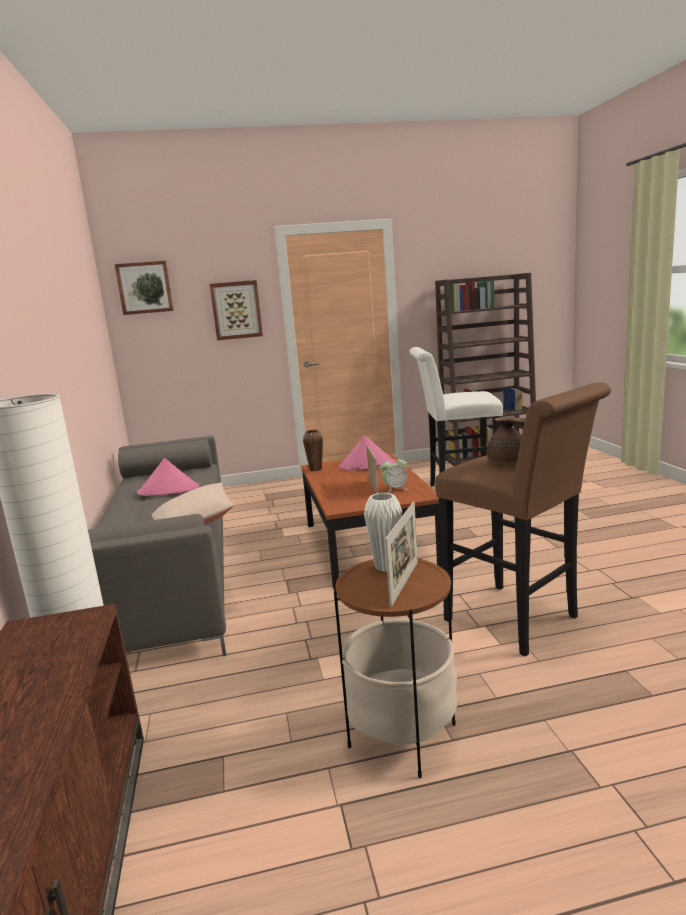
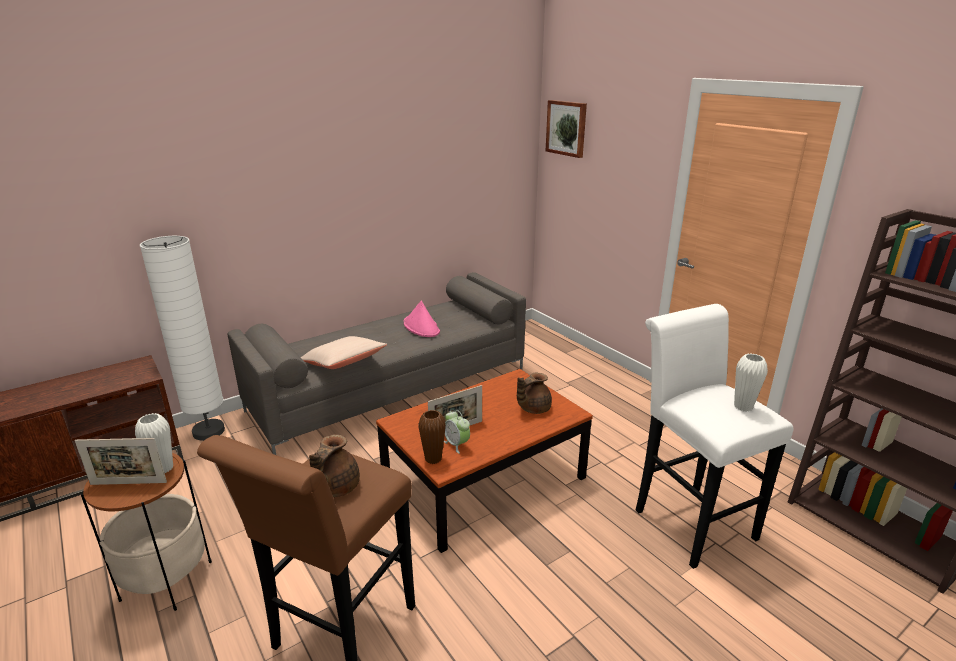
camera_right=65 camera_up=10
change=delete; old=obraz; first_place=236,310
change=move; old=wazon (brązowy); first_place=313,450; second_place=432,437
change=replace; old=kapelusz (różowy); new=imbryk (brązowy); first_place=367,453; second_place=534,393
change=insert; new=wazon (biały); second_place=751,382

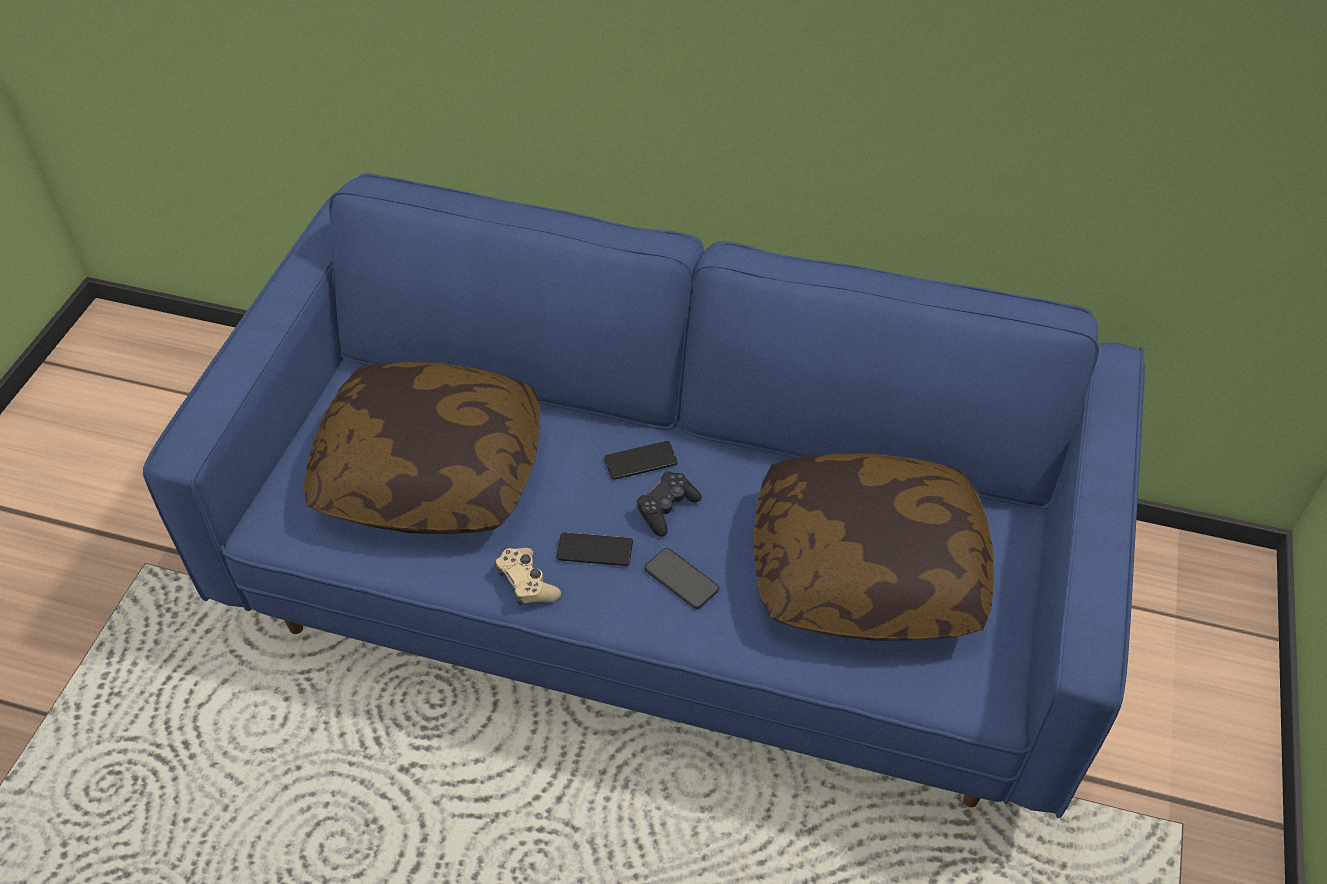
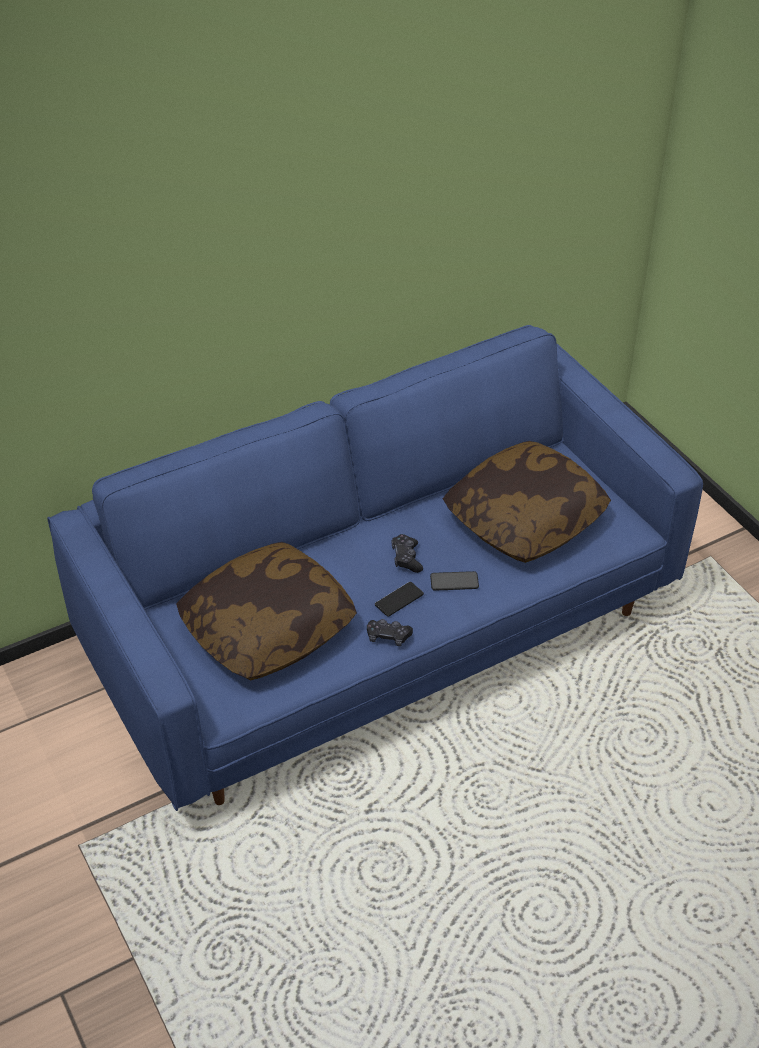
camera_right=-45 camera_up=-5
change=recolor; old=pad do gier (beżowy); new=pad do gier (czarny); first_place=528,576; second_place=390,632
change=delete; old=telefon; first_place=641,460

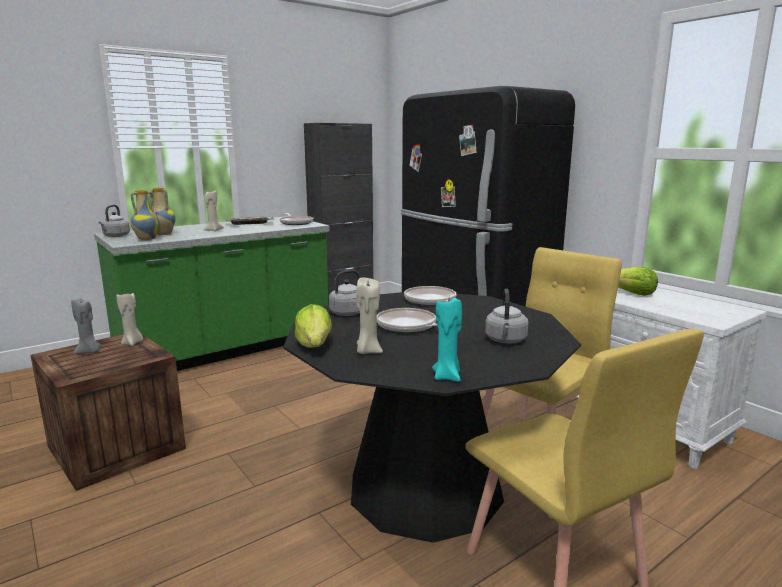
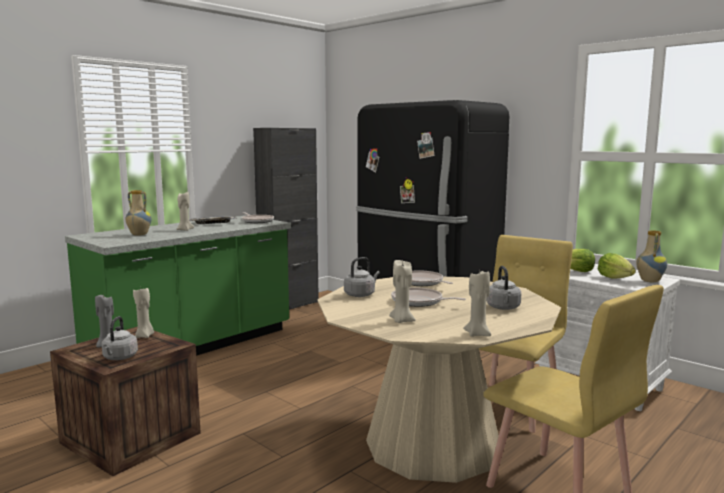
camera_right=-10 camera_up=-5
change=move; old=czajnik (szary); first_place=114,221; second_place=120,338
change=move; old=wazon; first_place=144,215; second_place=651,256
change=recolor; old=stół jadalny (czarny); new=stół jadalny (beżowy); first_place=432,417; second_place=439,380
change=move; old=sałata; first_place=313,326; second_place=617,266
change=recolor; old=świeca (turkusowy); new=świeca (beżowy); first_place=447,340; second_place=477,304

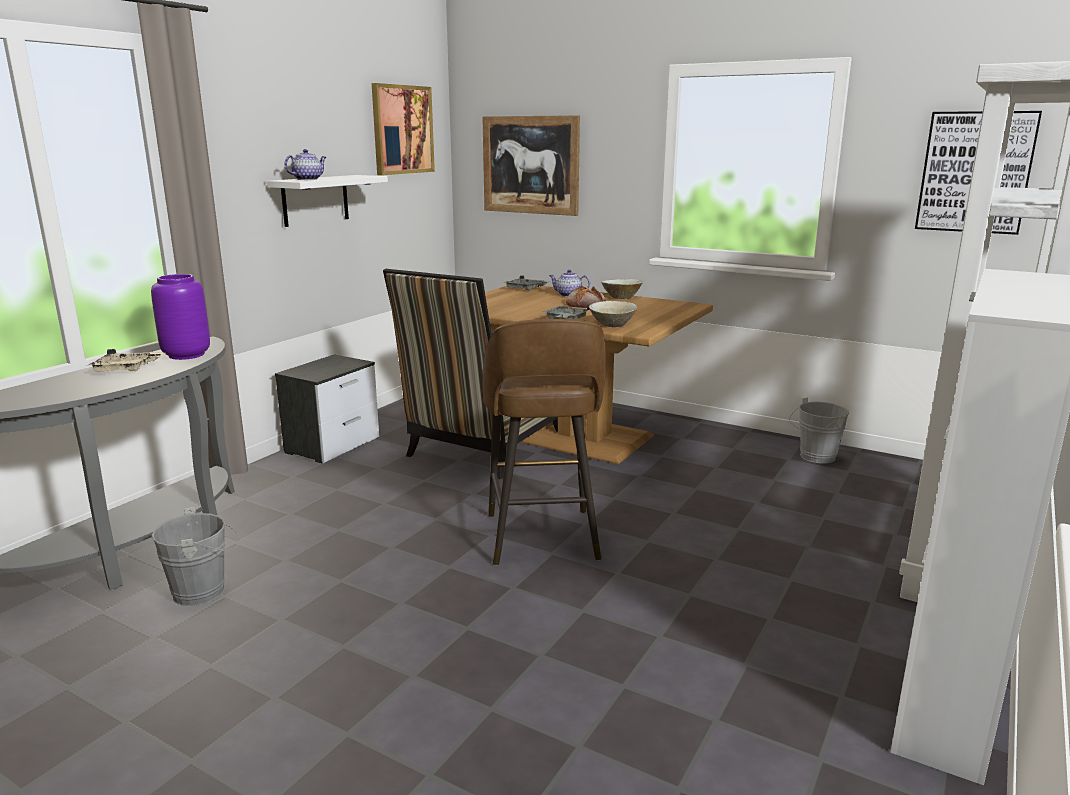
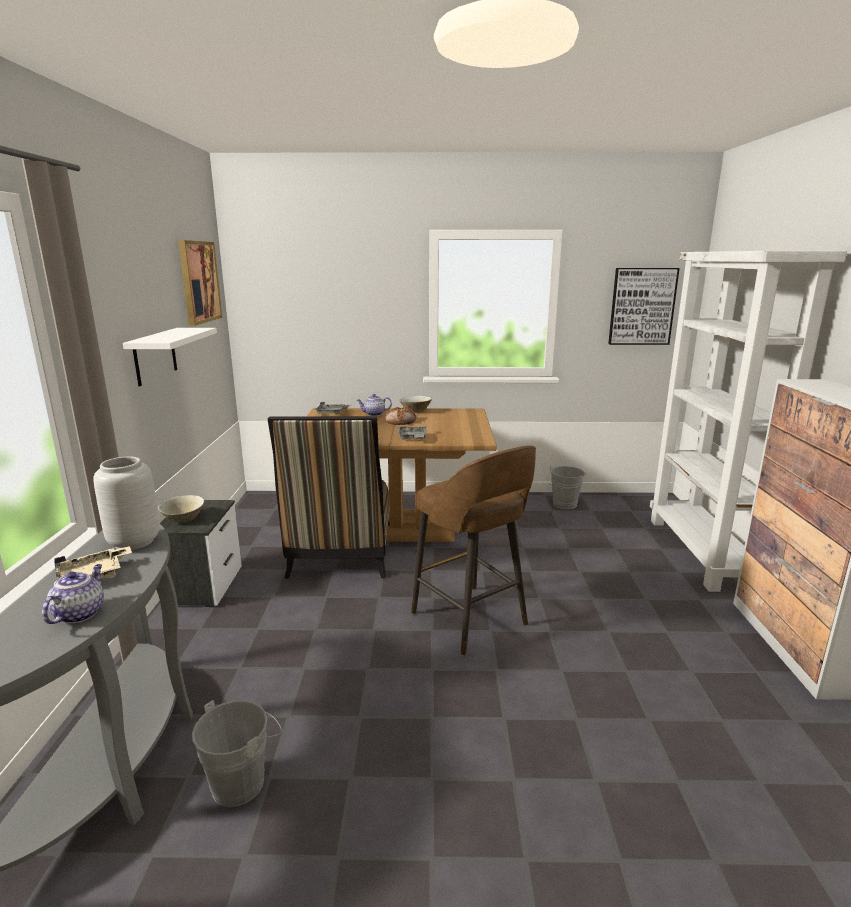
camera_right=-30 camera_up=0
change=recolor; old=wazon (fioletowy); new=wazon (szary); first_place=180,317; second_place=126,503
change=move; old=imbryk; first_place=305,164; second_place=73,594
change=delete; old=obraz; first_place=531,165
change=move; old=miska (beżowy); first_place=613,314; second_place=181,509

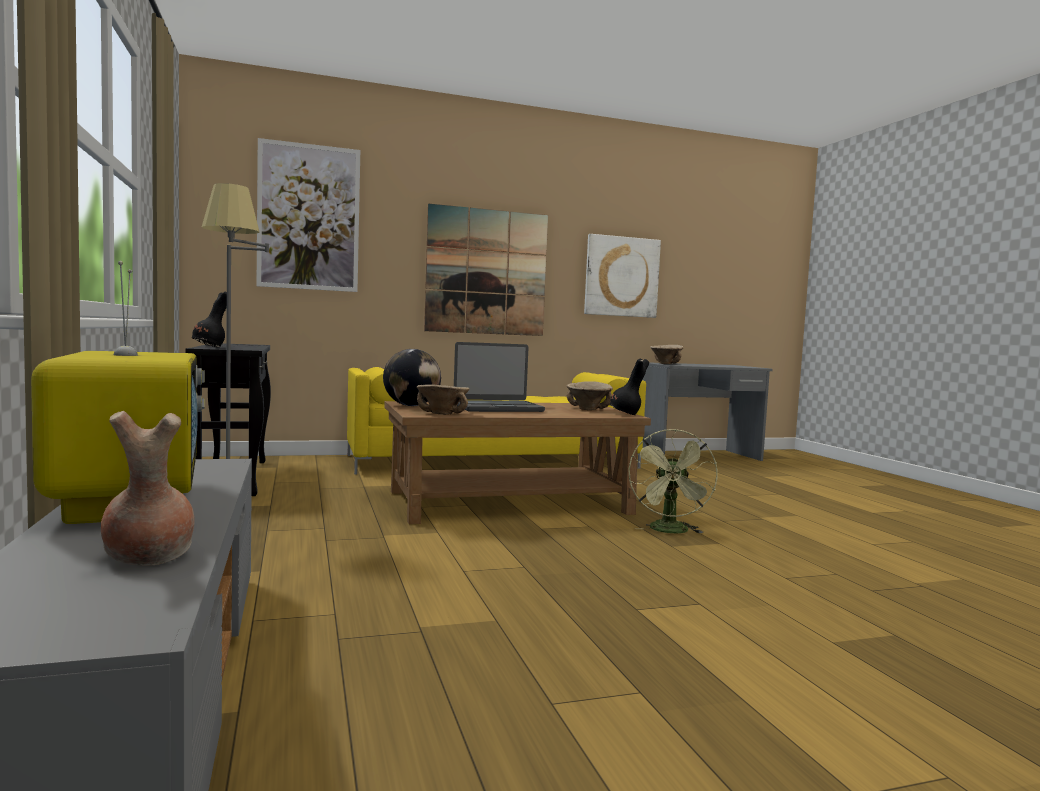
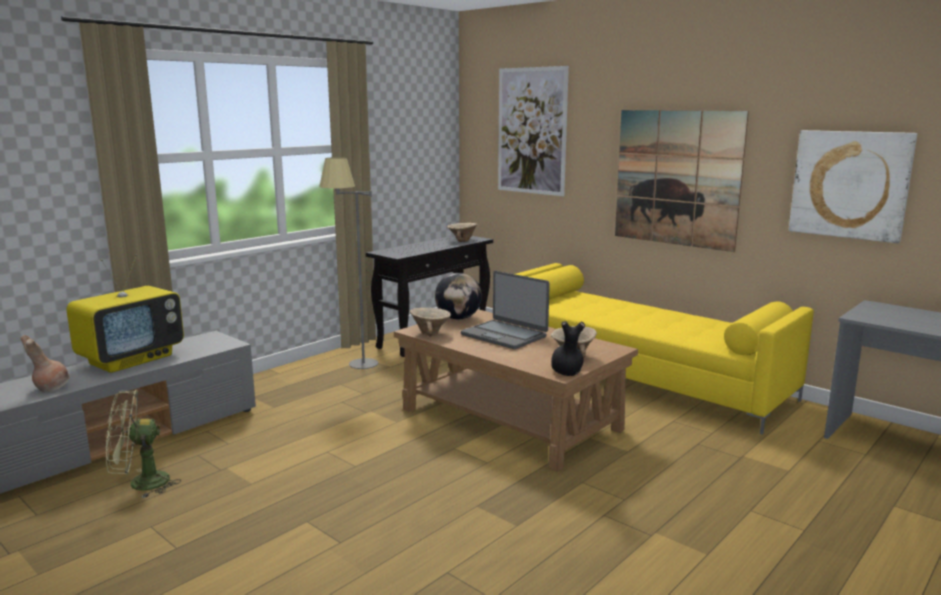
camera_right=60 camera_up=10
change=delete; old=wazon (czarny); first_place=209,319
change=move; old=wentylator (zielony); first_place=673,481; second_place=143,444
change=move; old=miska (beżowy); first_place=666,354; second_place=462,232

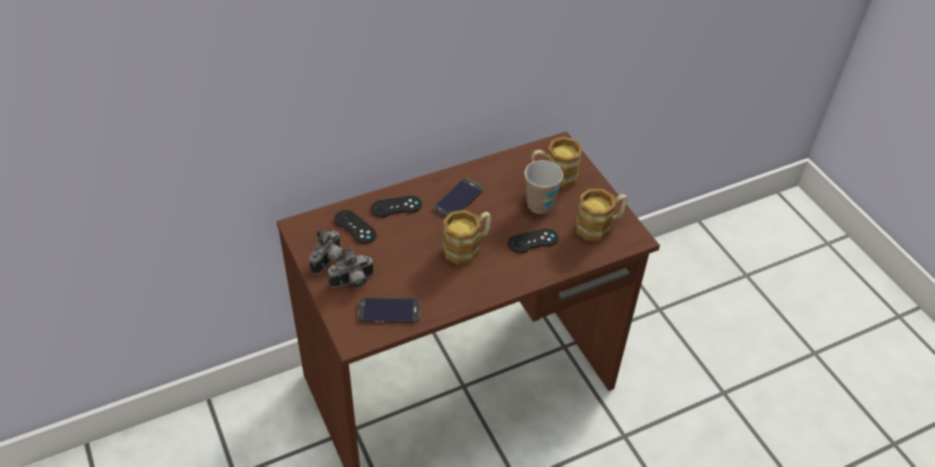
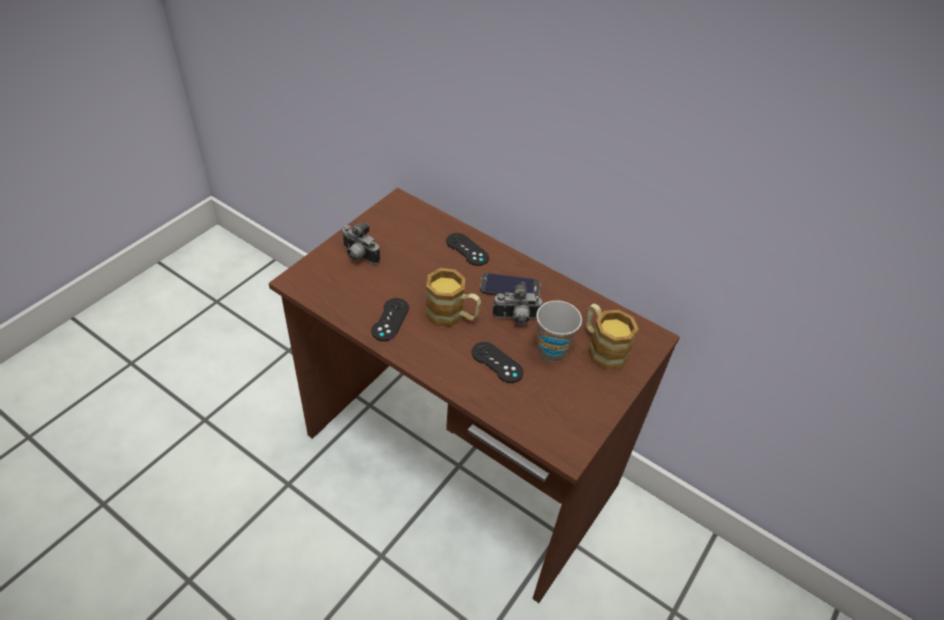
camera_right=60 camera_up=0
change=move; old=aparat fotograficzny; first_place=327,251; second_place=517,303
change=move; old=pad do gier (czarny); first_place=355,227; second_place=390,319
change=delete; old=telefon; first_place=389,310
change=delete; old=kubek; first_place=601,215

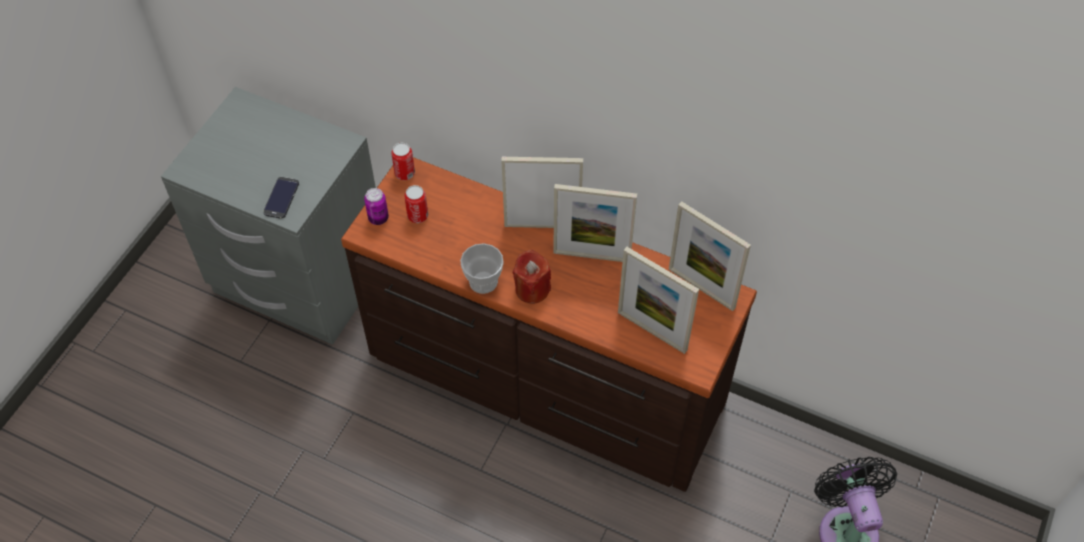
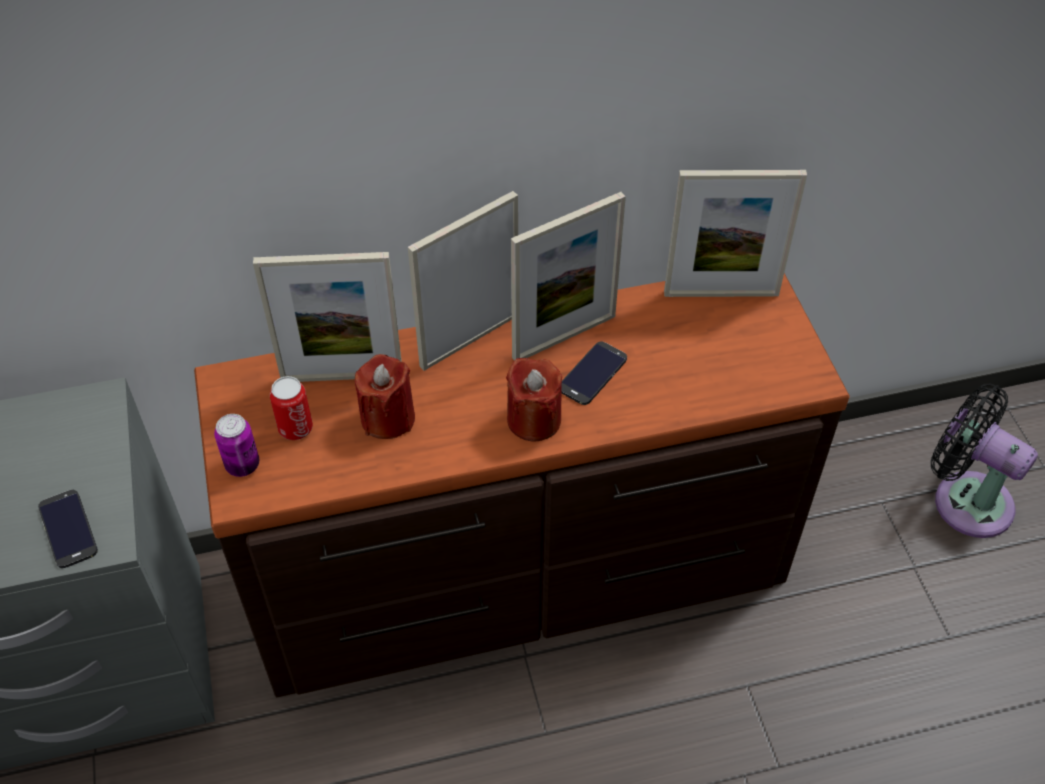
camera_right=-40 camera_up=-5
change=delete; old=puszka; first_place=403,161
change=delete; old=filiżanka; first_place=482,268
change=move; old=ramka na zdjęcie; first_place=658,300; second_place=327,317
change=insert; new=świeca (czerwony); second_place=385,396
change=insert; new=telefon; second_place=594,373

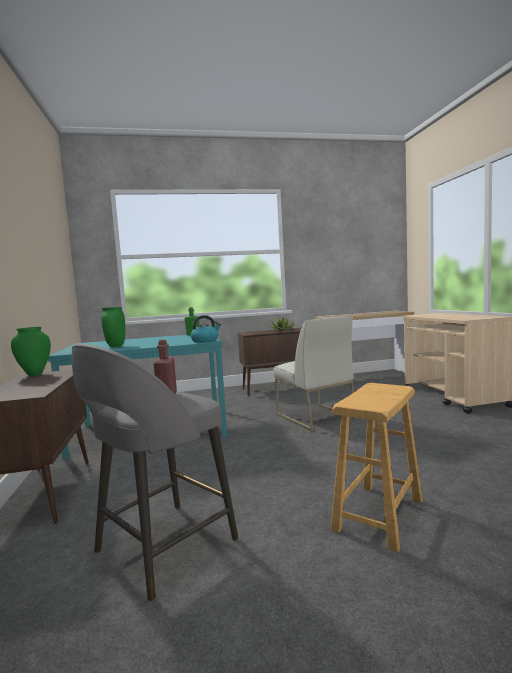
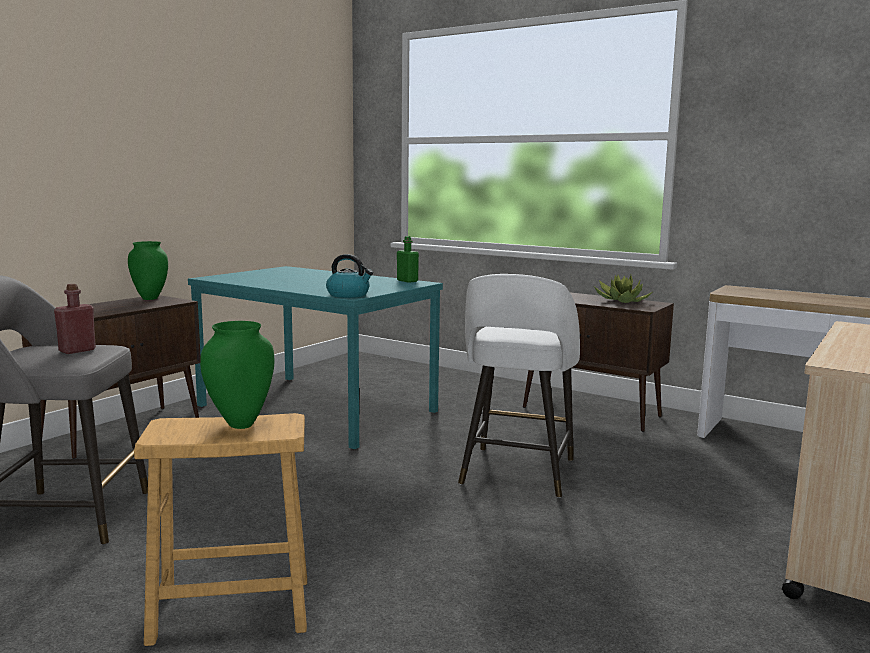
camera_right=45 camera_up=5
change=move; old=wazon (zielony); first_place=113,327; second_place=237,375
change=replace; old=krzesło (biały); new=stołek (biały); first_place=315,373; second_place=519,386

